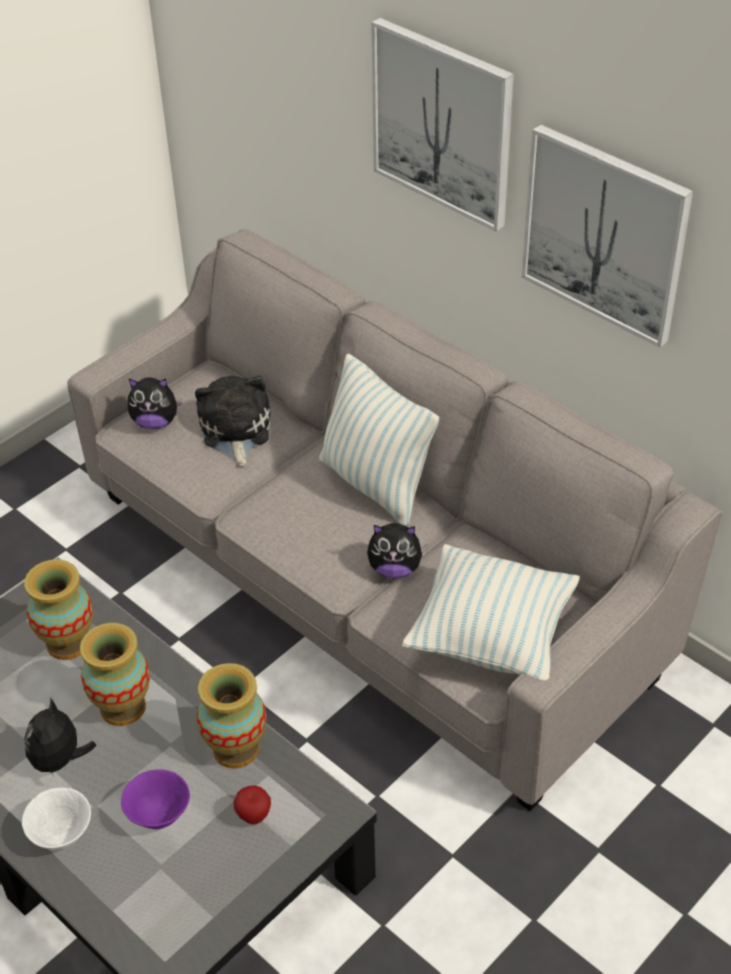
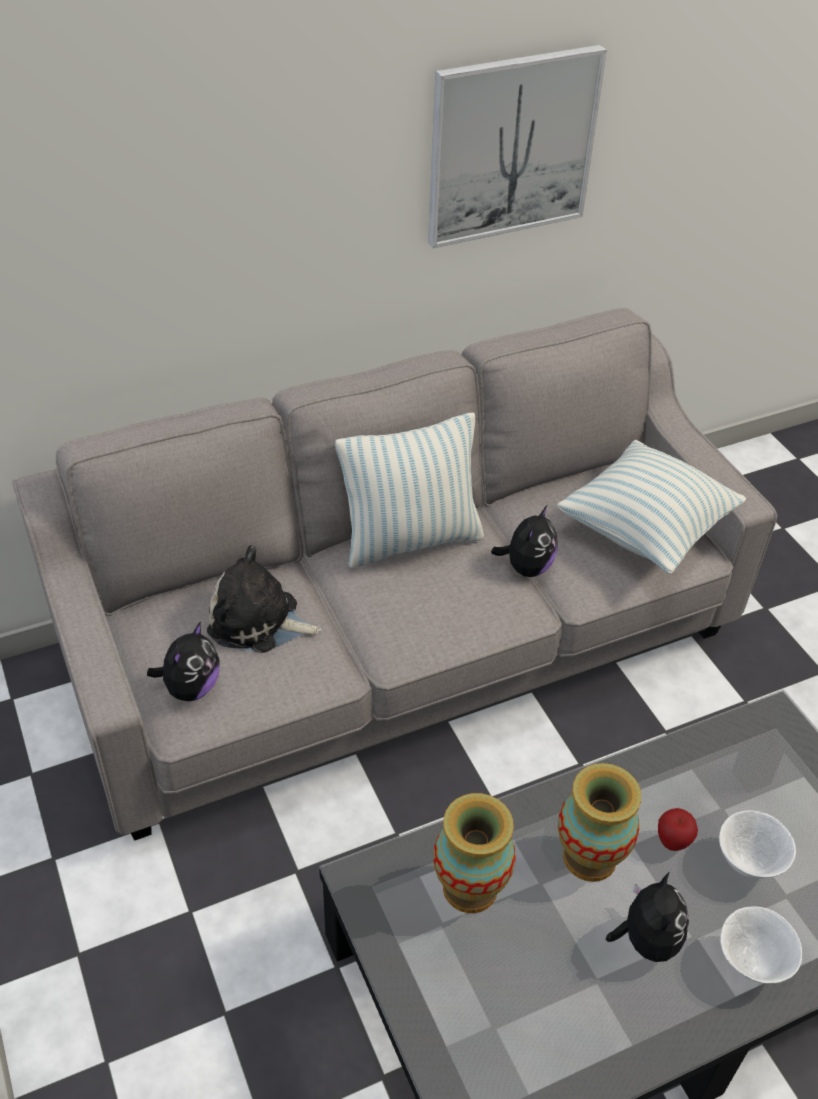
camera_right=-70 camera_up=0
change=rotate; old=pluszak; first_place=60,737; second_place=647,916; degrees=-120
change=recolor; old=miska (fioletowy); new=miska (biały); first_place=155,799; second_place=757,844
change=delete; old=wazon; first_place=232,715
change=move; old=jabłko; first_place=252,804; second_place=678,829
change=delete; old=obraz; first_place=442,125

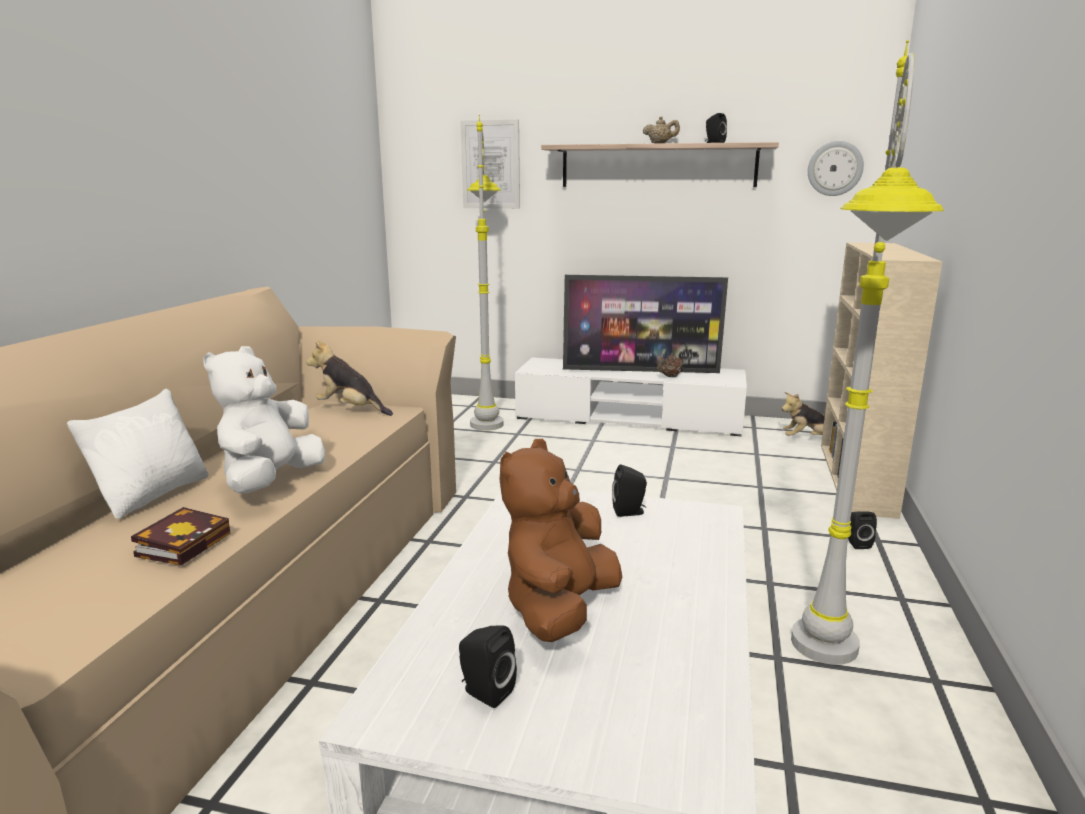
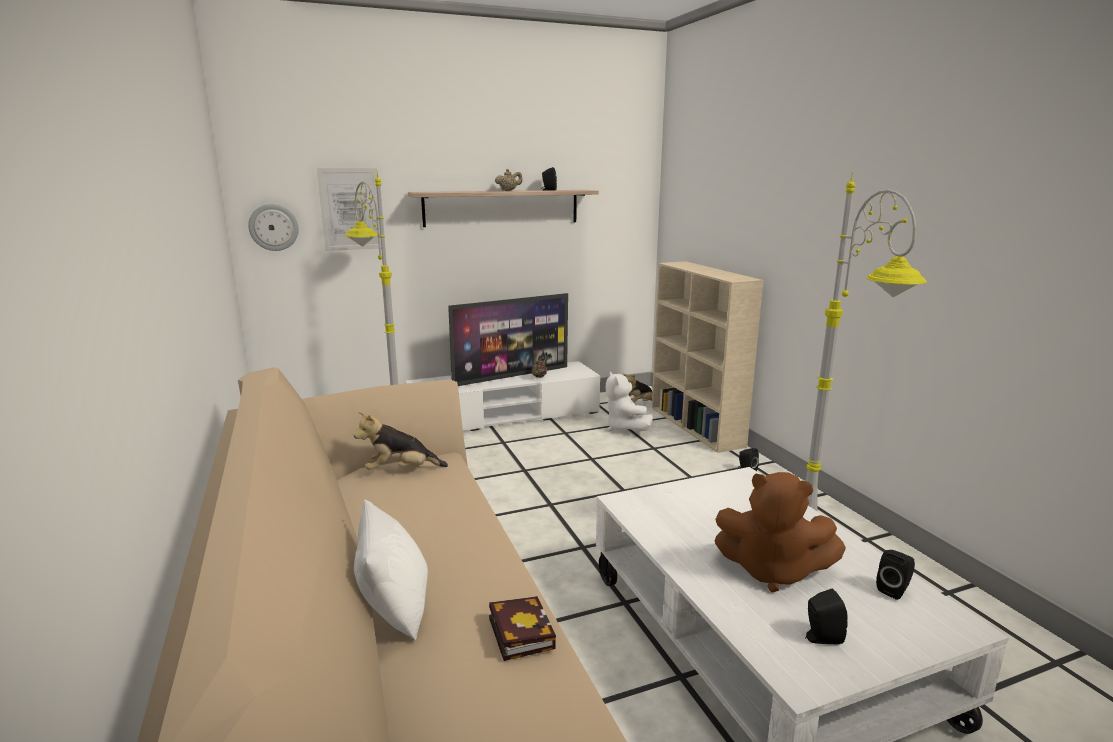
camera_right=-35 camera_up=0
change=move; old=pluszak (biały); first_place=264,420; second_place=629,401
change=rotate; old=pluszak (brązowy); first_place=561,540; second_place=780,532; degrees=-60
change=move; old=głośnik (czarny); first_place=629,490; second_place=895,575
change=move; old=zegar ścienny; first_place=836,168; second_place=273,227

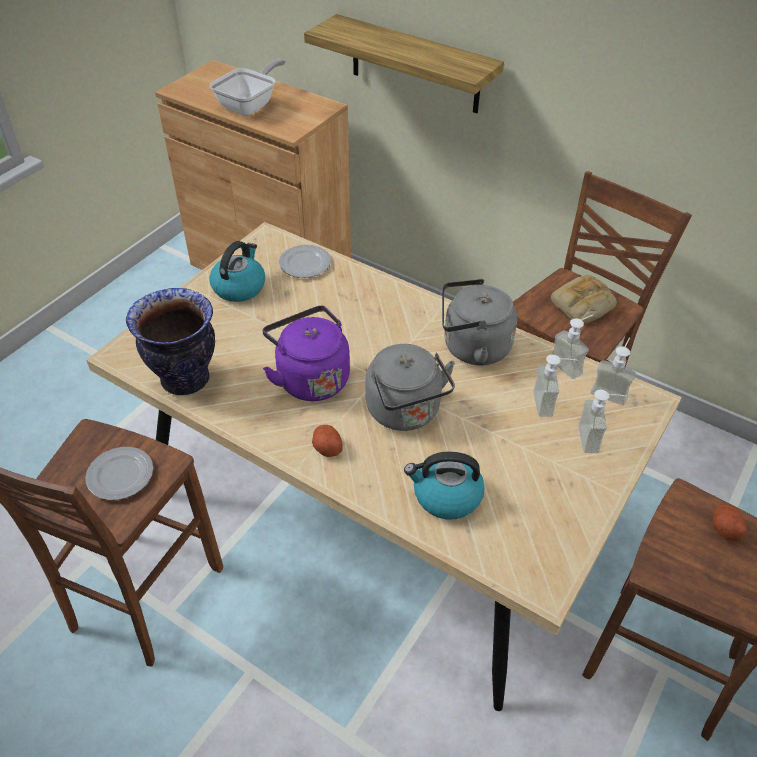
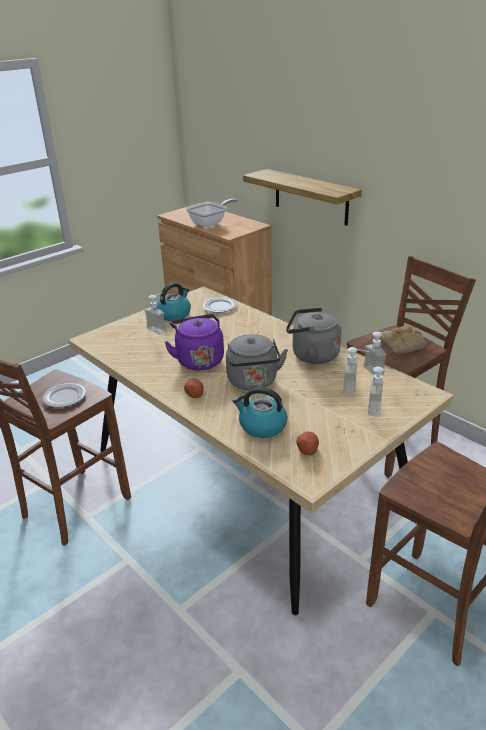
camera_right=15 camera_up=-15
change=delete; old=wazon; first_place=170,341
change=move; old=dozownik mydła; first_place=613,371; second_place=155,313
change=move; old=ziemniak; first_place=729,523; second_place=307,443

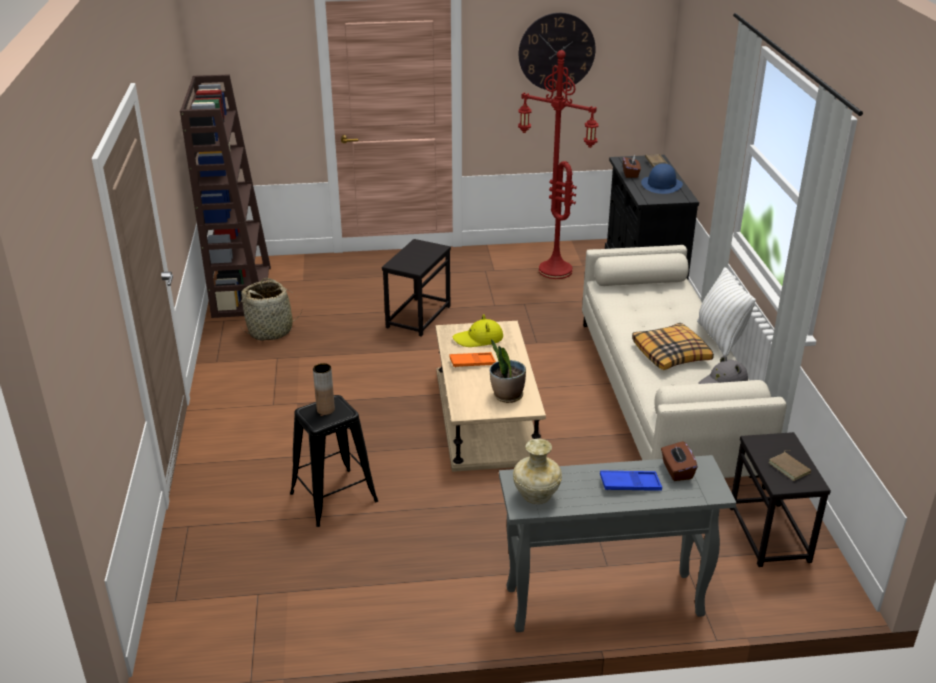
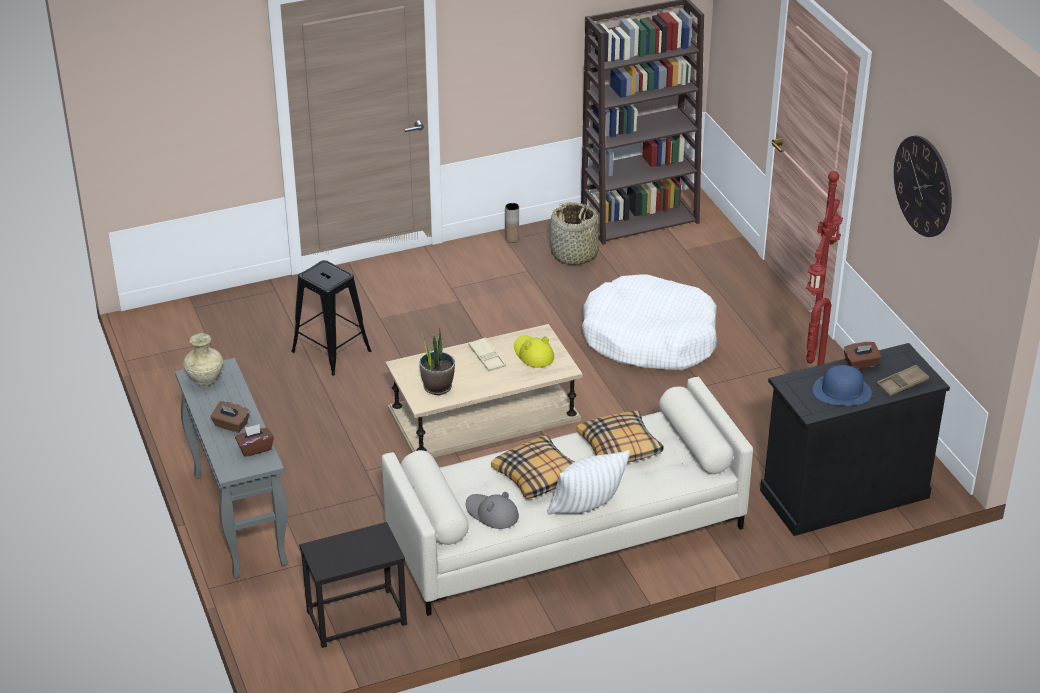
camera_right=75 camera_up=5
change=move; old=wazon (brązowy); first_place=324,389; second_place=512,223
change=replace; old=stolik (czarny); new=legowisko (biały); first_place=416,288; second_place=649,322
change=recolor; old=taca (pomarańczowy); new=taca (beżowy); first_place=472,359; second_place=487,354
change=replace; old=taca (niebieski); new=pudełko chusteczek (brązowy); first_place=631,480; second_place=230,417
change=delete; old=książka (brązowy); first_place=789,465
change=insert; new=poduszka; second_place=620,437

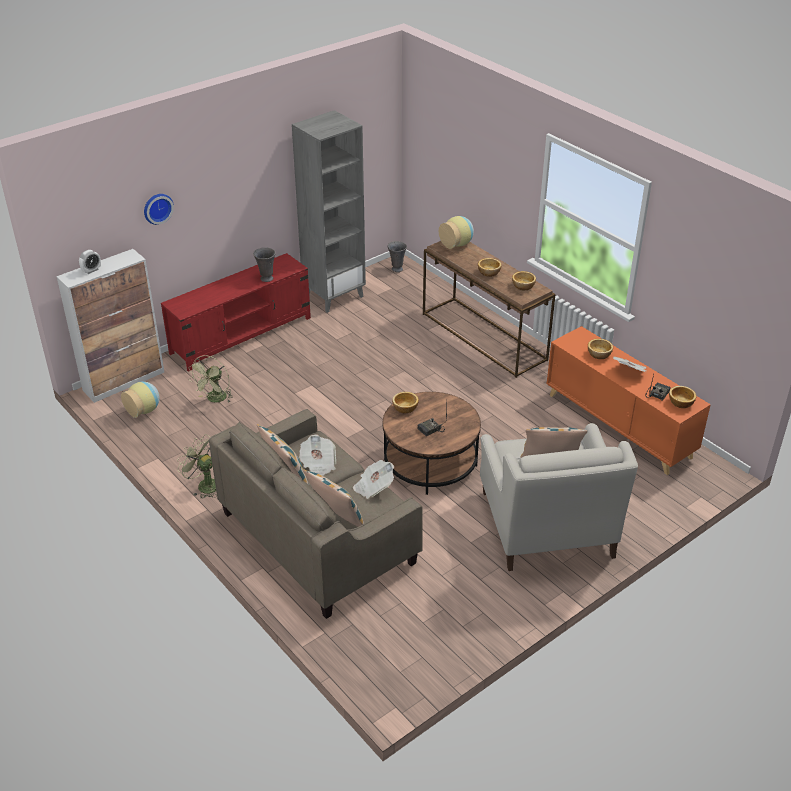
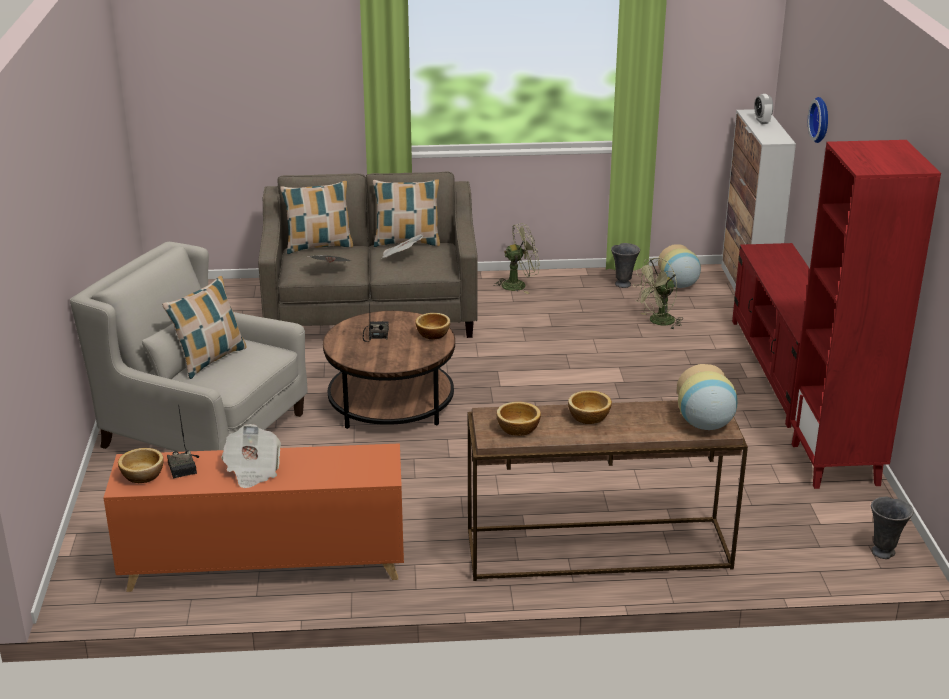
camera_right=125 camera_up=-10
change=rotate; old=wentylator (zielony); first_place=211,379; second_place=658,294; degrees=-90
change=move; old=wazon (szary); first_place=264,264; second_place=625,265
change=recolor; old=regał (szary); new=regał (czerwony); first_place=329,211; second_place=865,314
change=delete; old=miska; first_place=600,349

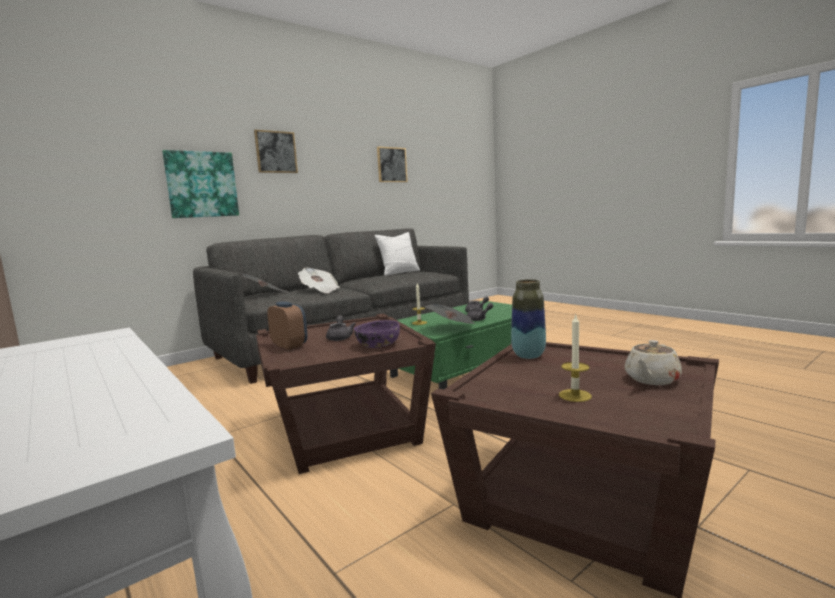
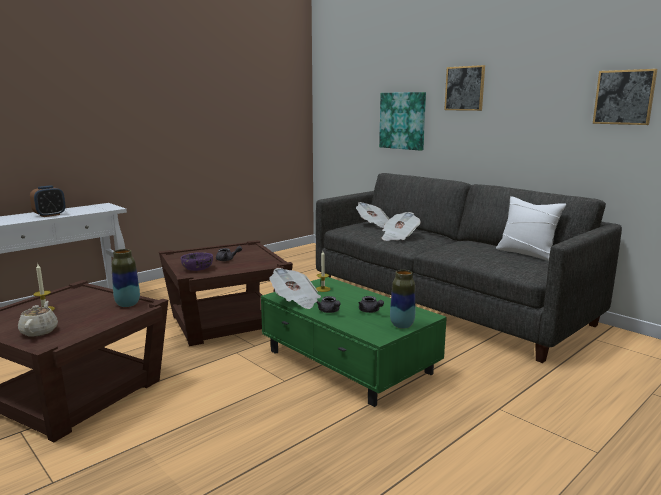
camera_right=85 camera_up=5
change=move; old=budzik; first_place=287,325; second_place=47,201
change=rotate; old=imbryk (beżowy); first_place=653,362; second_place=38,319; degrees=45
change=insert; new=wazon; second_place=402,299

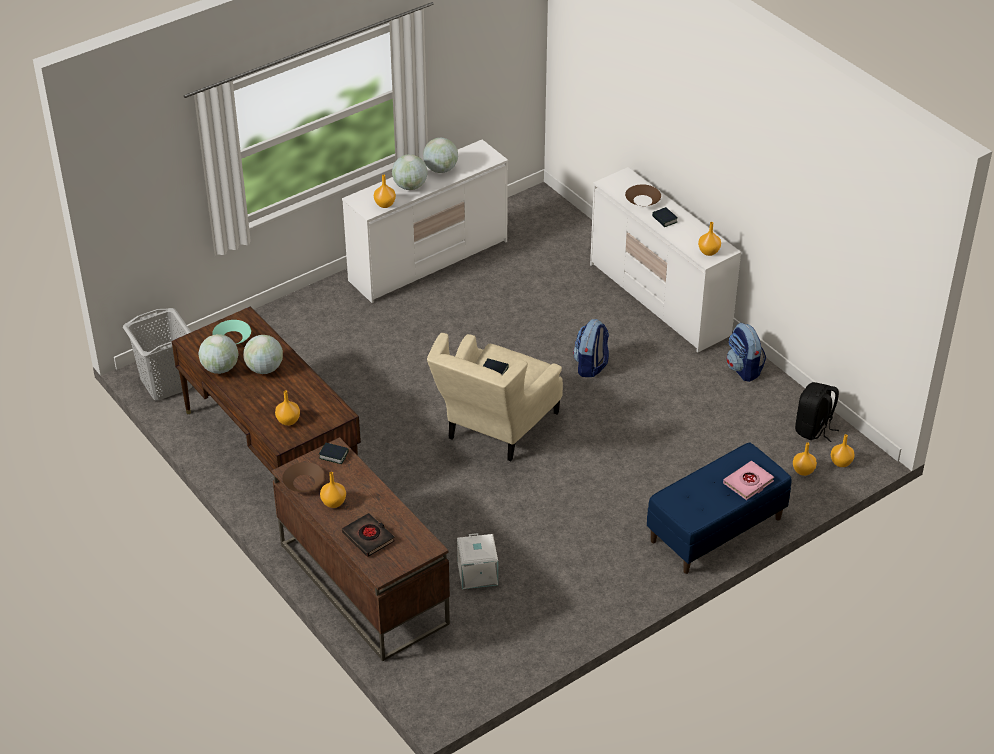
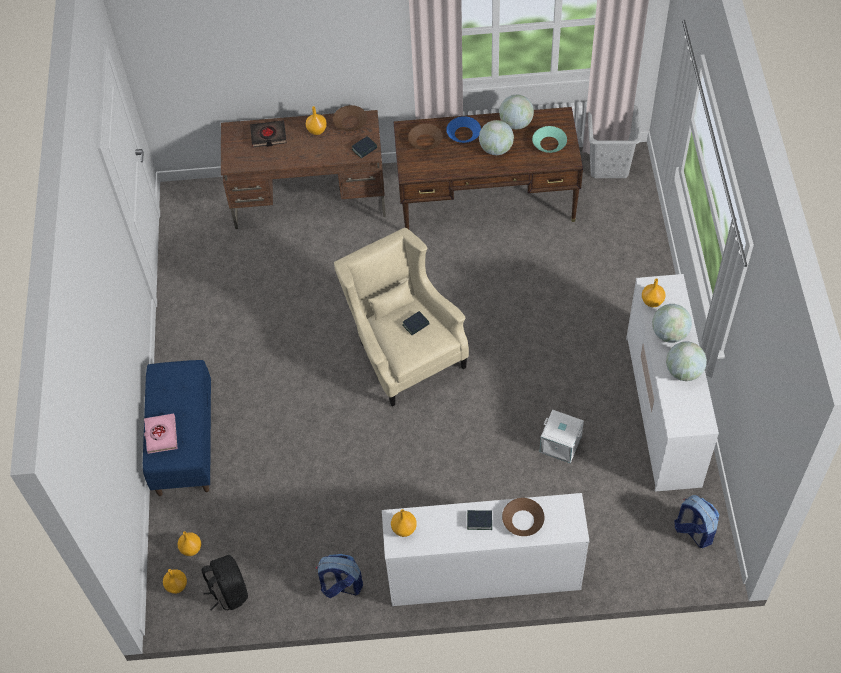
camera_right=125 camera_up=15
change=replace; old=wazon (pomarańczowy); new=miska (brązowy); first_place=287,408; second_place=425,137
change=move; old=pojemnik do przechowywania (biały); first_place=477,561; second_place=561,436
change=move; old=plecak; first_place=591,348; second_place=697,521
change=insert; new=miska (niebieski); second_place=463,129

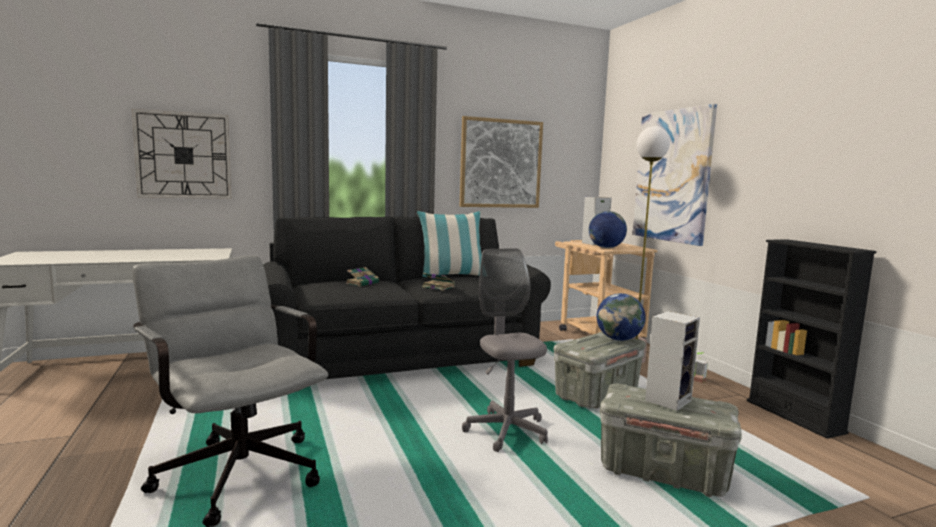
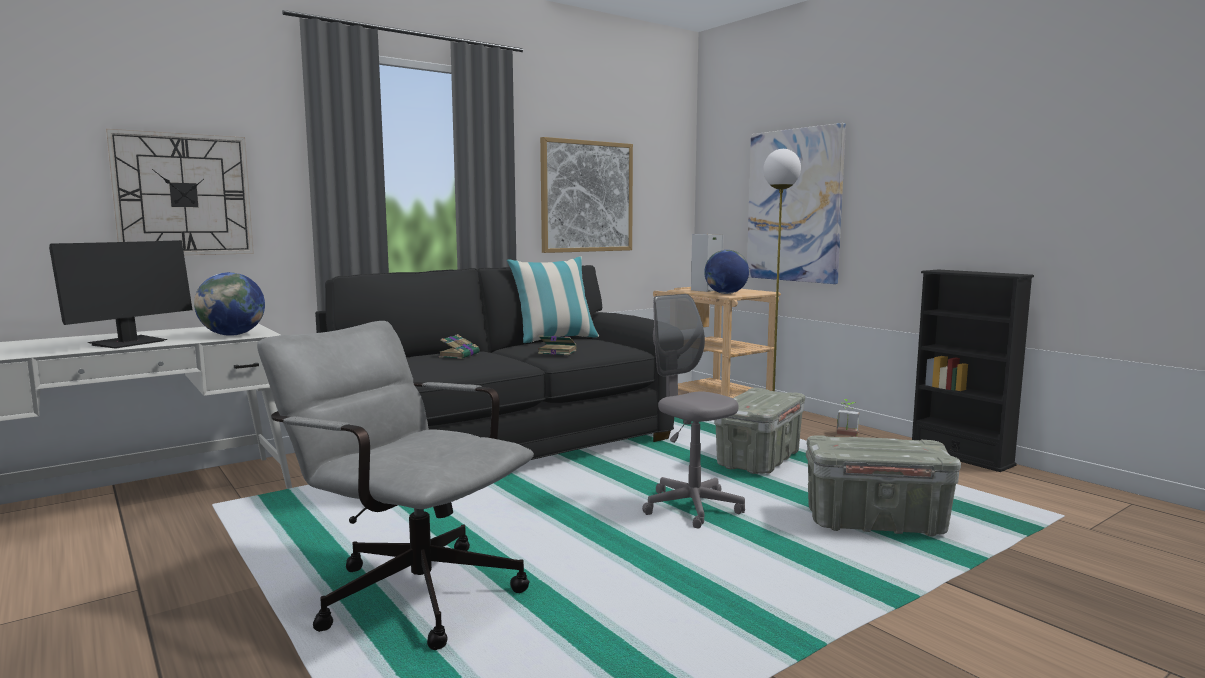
camera_right=-15 camera_up=0
change=move; old=globus; first_place=621,317; second_place=229,304
change=delete; old=głośnik; first_place=672,361
change=insert; new=monitor; second_place=120,294

